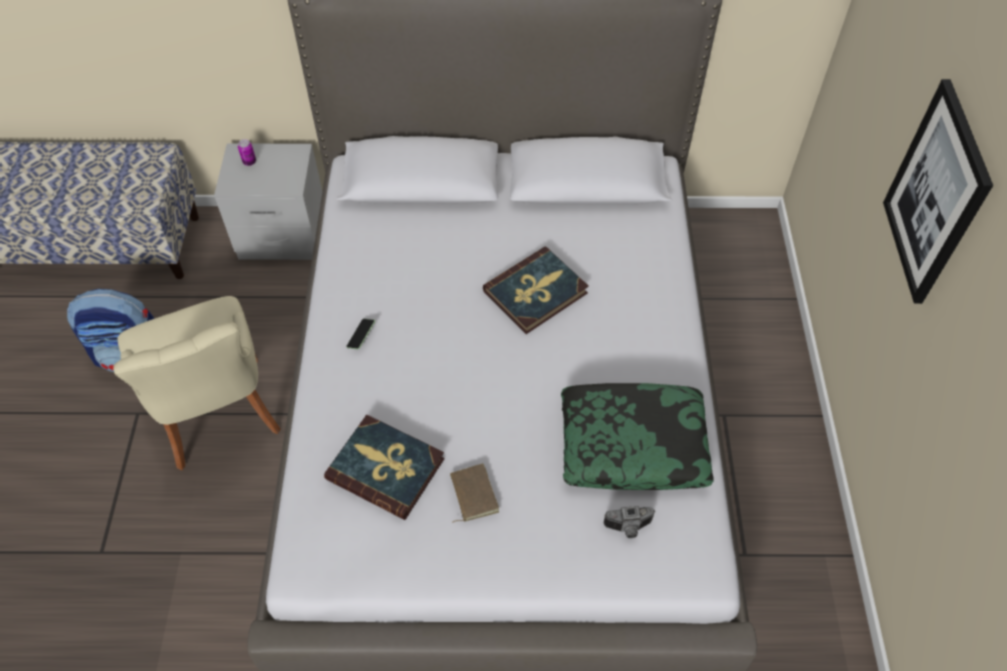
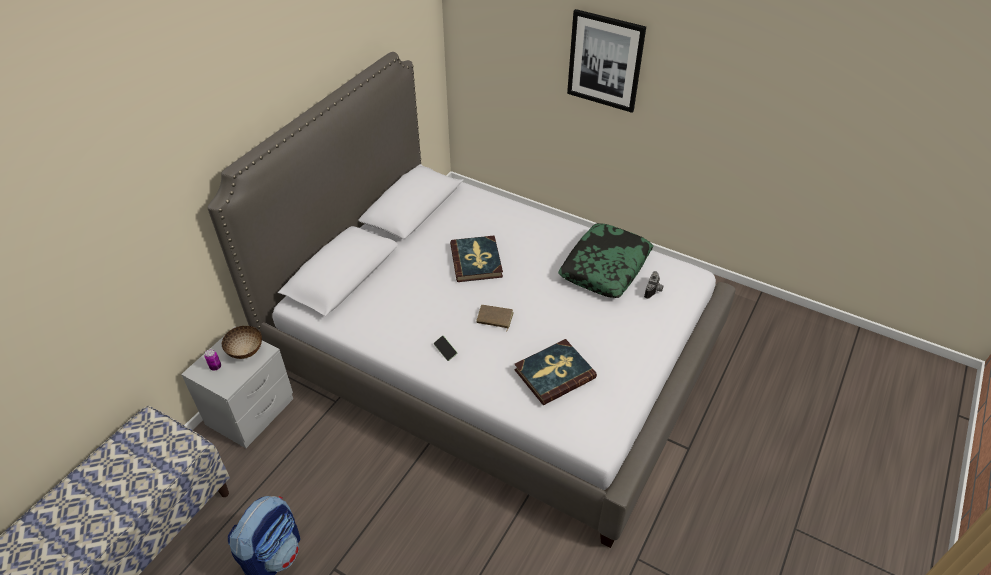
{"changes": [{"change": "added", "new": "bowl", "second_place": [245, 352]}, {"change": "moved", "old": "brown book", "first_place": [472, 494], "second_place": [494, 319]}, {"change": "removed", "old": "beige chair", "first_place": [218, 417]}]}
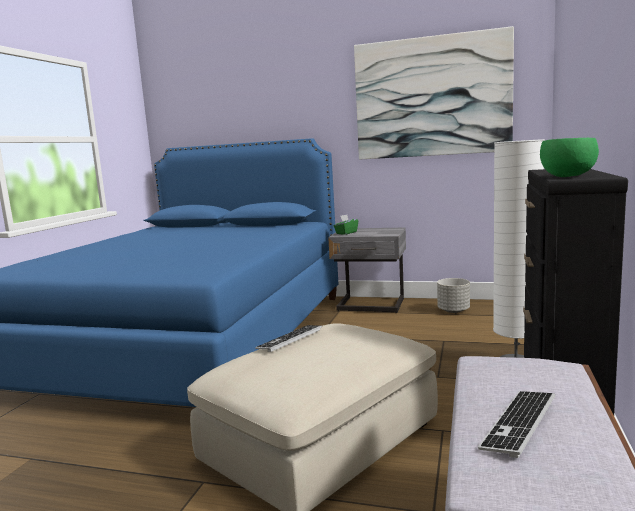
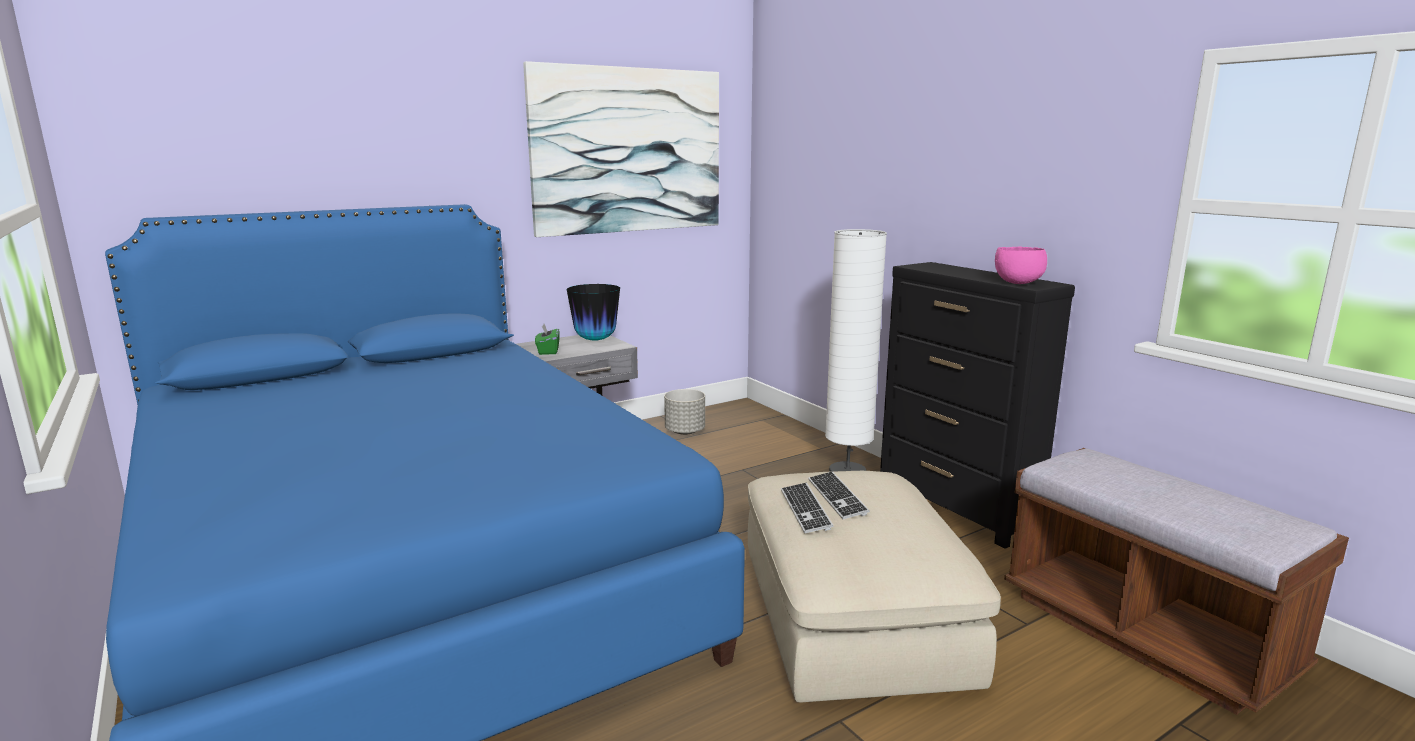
{"changes": [{"change": "added", "new": "vase", "second_place": [595, 340]}, {"change": "moved", "old": "keyboard", "first_place": [519, 423], "second_place": [837, 497]}, {"change": "recoloured", "old": "green bowl", "new": "pink bowl", "first_place": [566, 176], "second_place": [1017, 283]}]}
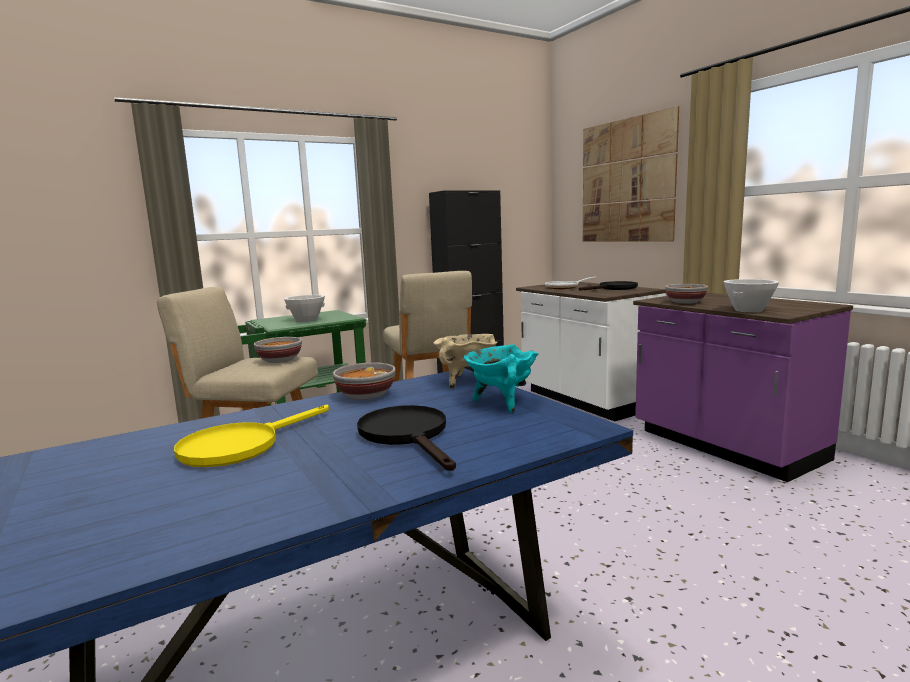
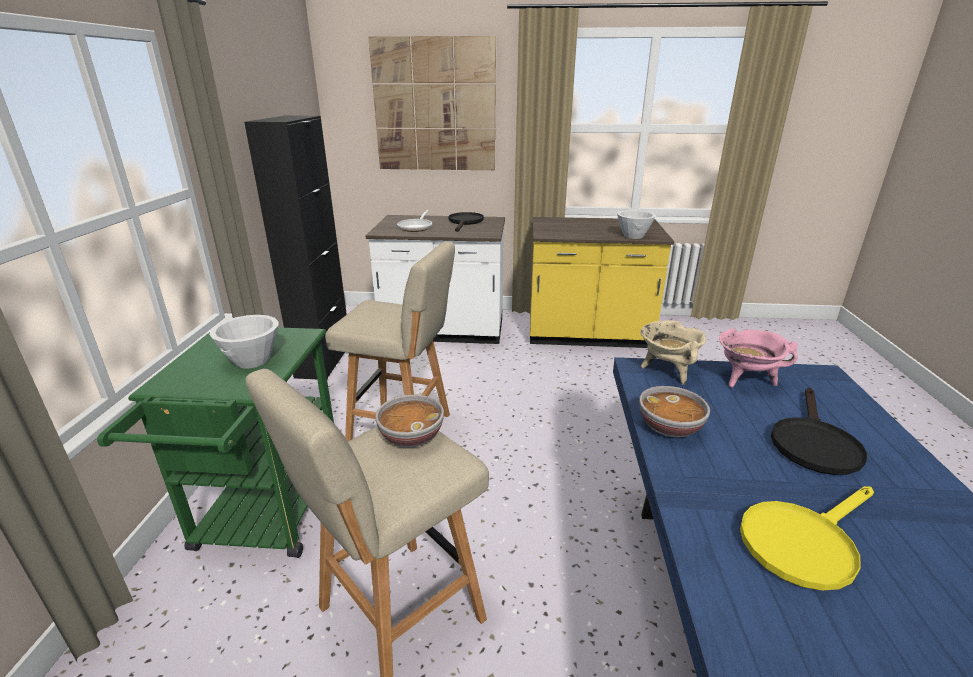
{"changes": [{"change": "recoloured", "old": "purple counter", "new": "yellow counter", "first_place": [725, 446], "second_place": [587, 335]}, {"change": "recoloured", "old": "turquoise cooking pot", "new": "pink cooking pot", "first_place": [501, 403], "second_place": [746, 380]}, {"change": "turned", "old": "yellow frying pan", "first_place": [241, 445], "second_place": [803, 541], "degrees": 75}, {"change": "turned", "old": "black frying pan", "first_place": [408, 435], "second_place": [813, 442], "degrees": -75}, {"change": "removed", "old": "bowl", "first_place": [684, 302]}]}
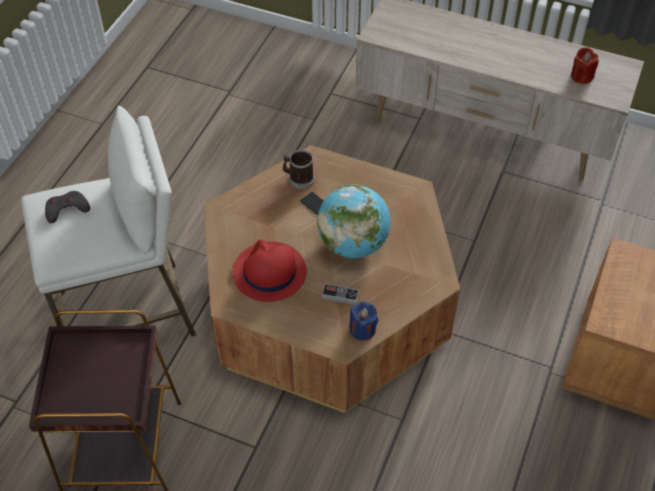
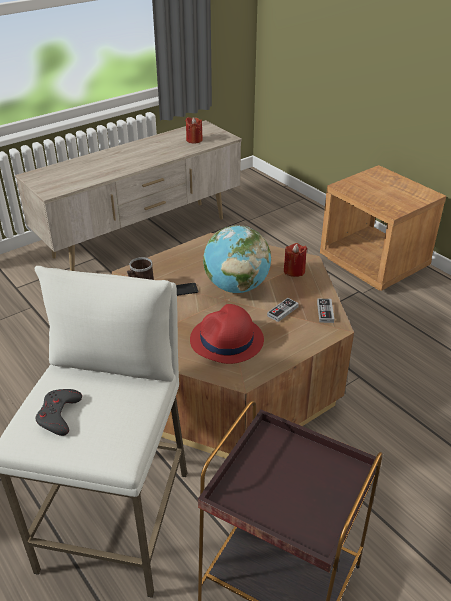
{"changes": [{"change": "added", "new": "red candle", "second_place": [294, 271]}, {"change": "replaced", "old": "blue candle", "new": "game controller", "first_place": [362, 329], "second_place": [325, 312]}]}
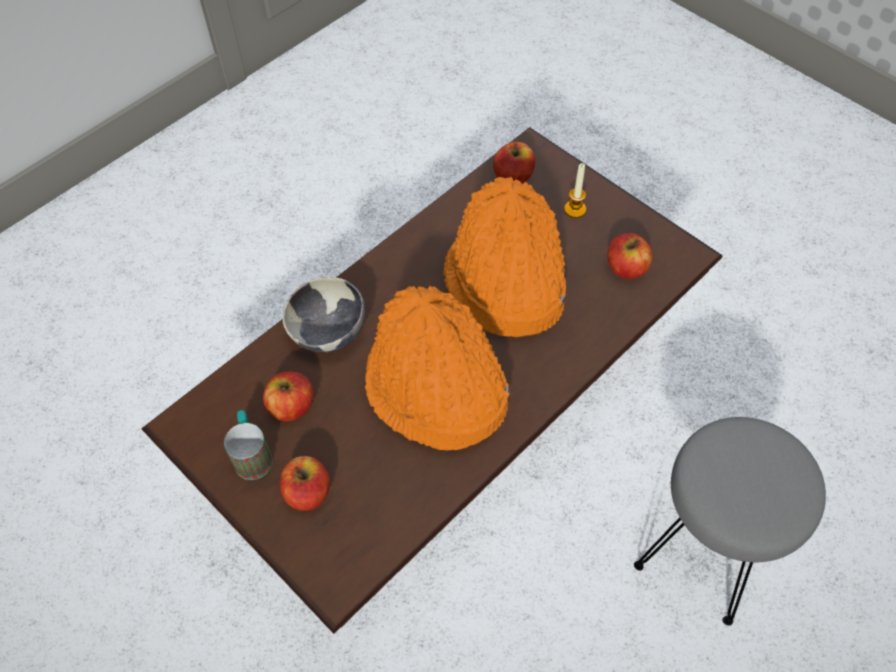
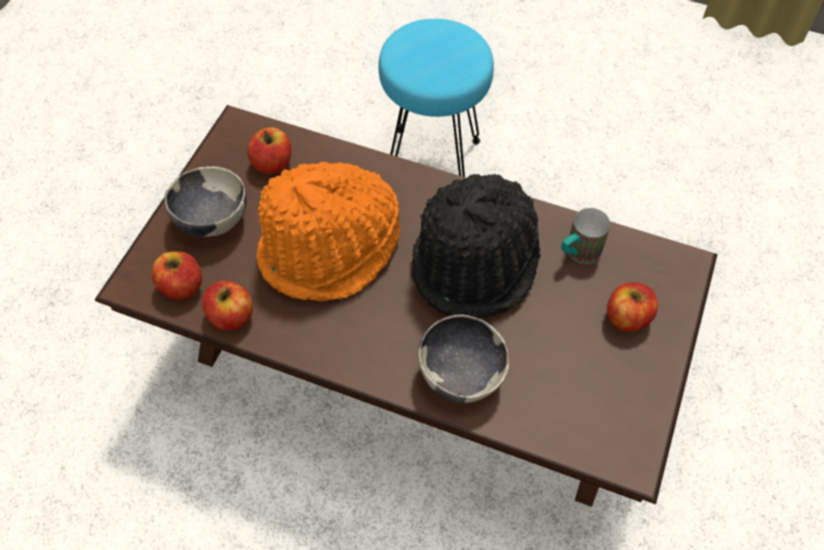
{"changes": [{"change": "replaced", "old": "candle", "new": "bowl", "first_place": [575, 209], "second_place": [211, 220]}, {"change": "moved", "old": "apple", "first_place": [291, 406], "second_place": [231, 316]}, {"change": "recoloured", "old": "grey stool", "new": "turquoise stool", "first_place": [705, 554], "second_place": [432, 163]}, {"change": "recoloured", "old": "orange hat", "new": "black hat", "first_place": [434, 391], "second_place": [476, 262]}, {"change": "moved", "old": "mug", "first_place": [252, 454], "second_place": [577, 253]}]}
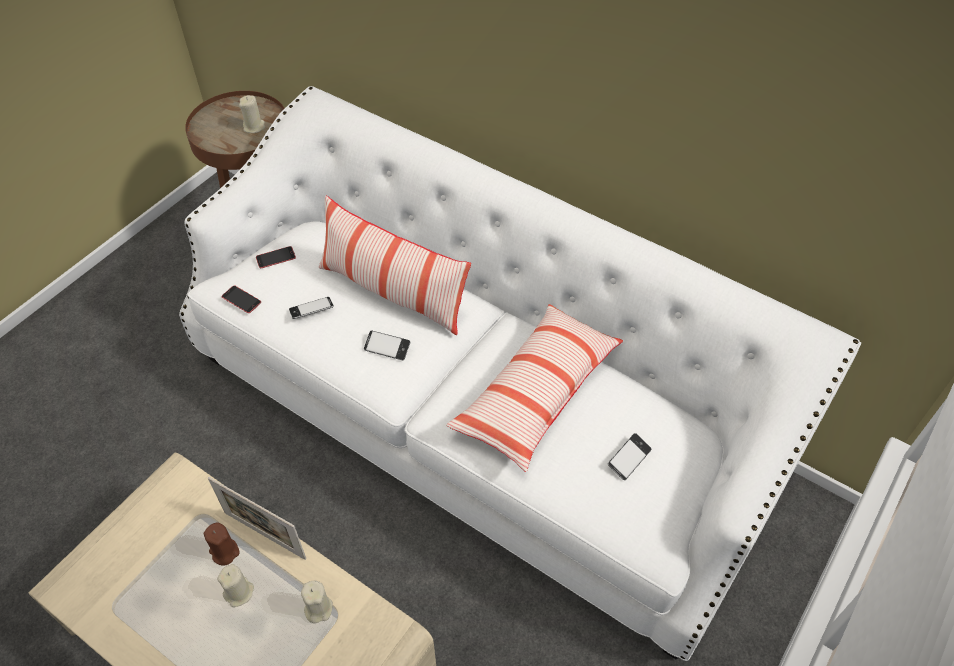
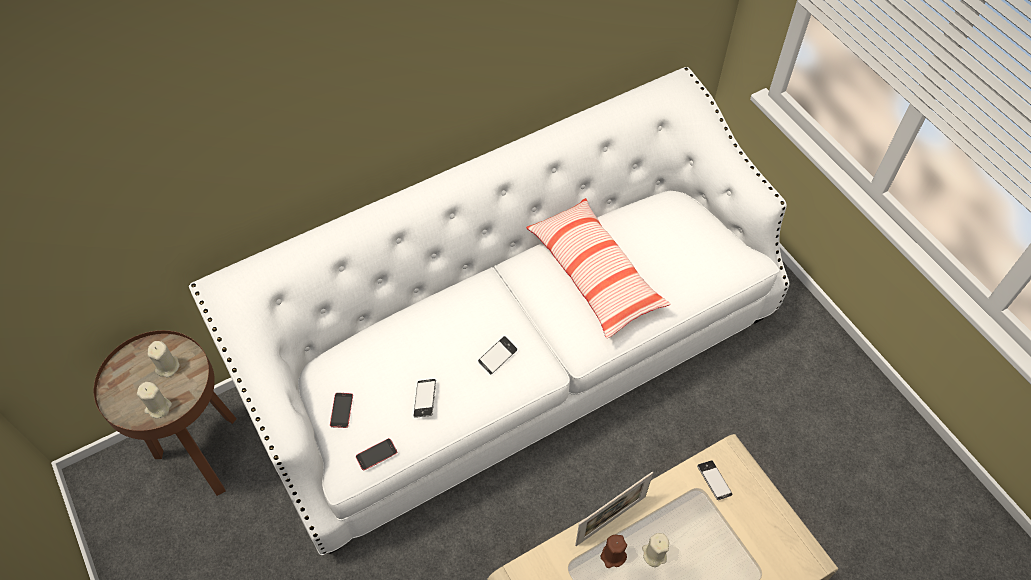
{"changes": [{"change": "moved", "old": "beige candle", "first_place": [318, 608], "second_place": [158, 407]}, {"change": "moved", "old": "phone", "first_place": [629, 459], "second_place": [714, 481]}, {"change": "removed", "old": "pillow", "first_place": [392, 292]}]}
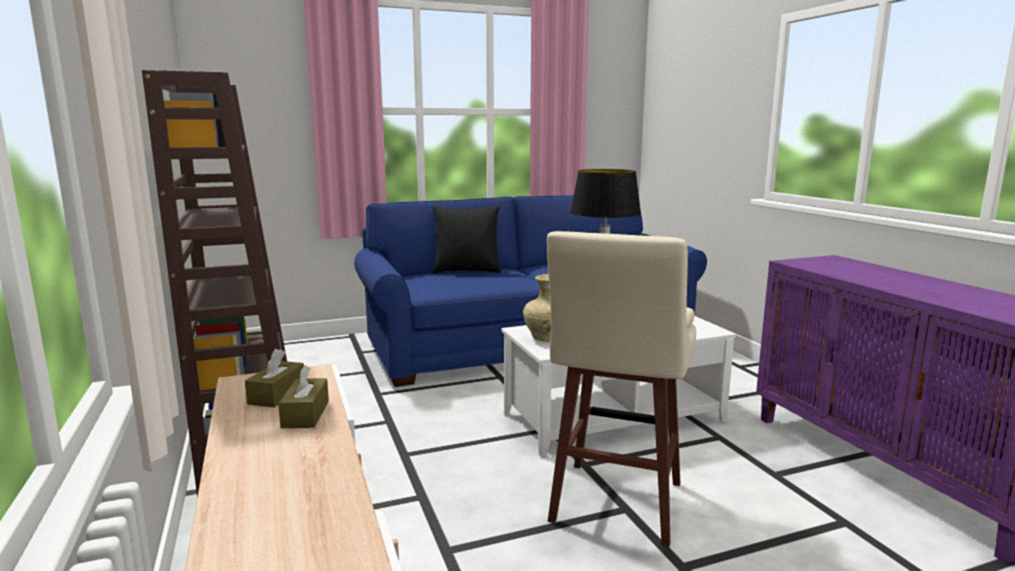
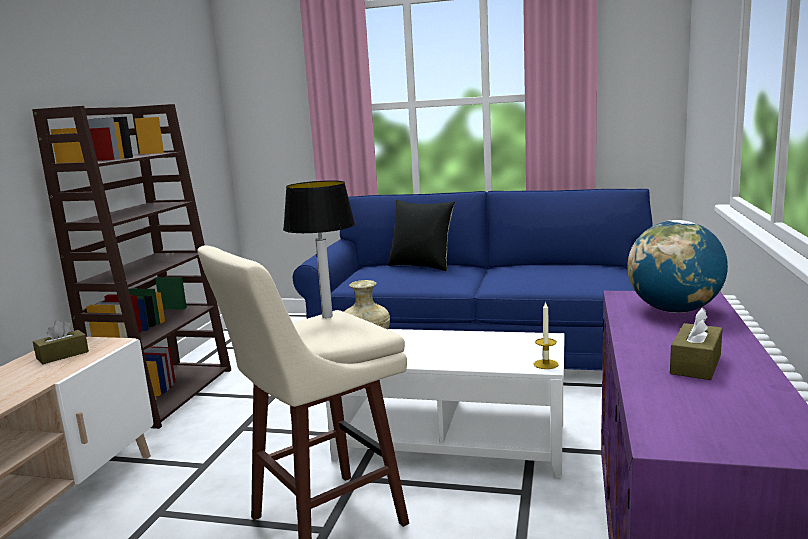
{"changes": [{"change": "added", "new": "candle", "second_place": [546, 364]}, {"change": "added", "new": "globe", "second_place": [674, 310]}, {"change": "moved", "old": "brown tissue box", "first_place": [305, 414], "second_place": [695, 364]}]}
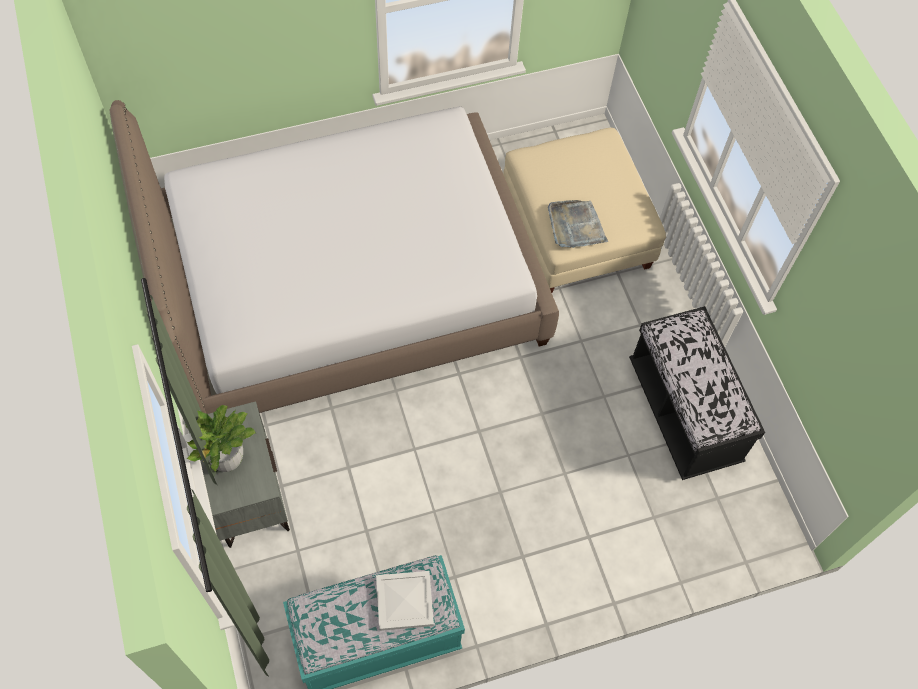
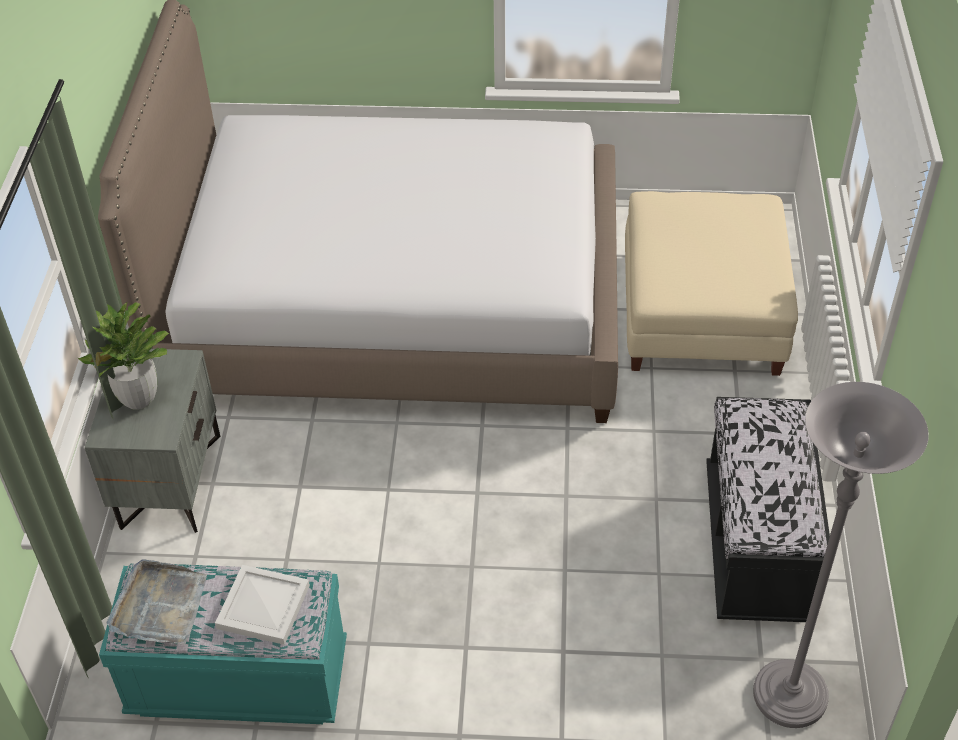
{"changes": [{"change": "moved", "old": "grey tray", "first_place": [575, 226], "second_place": [159, 606]}, {"change": "added", "new": "grey floor lamp", "second_place": [789, 696]}]}
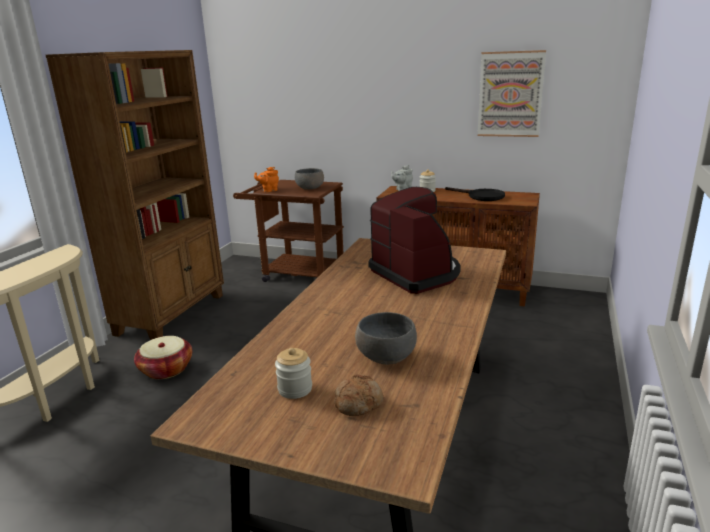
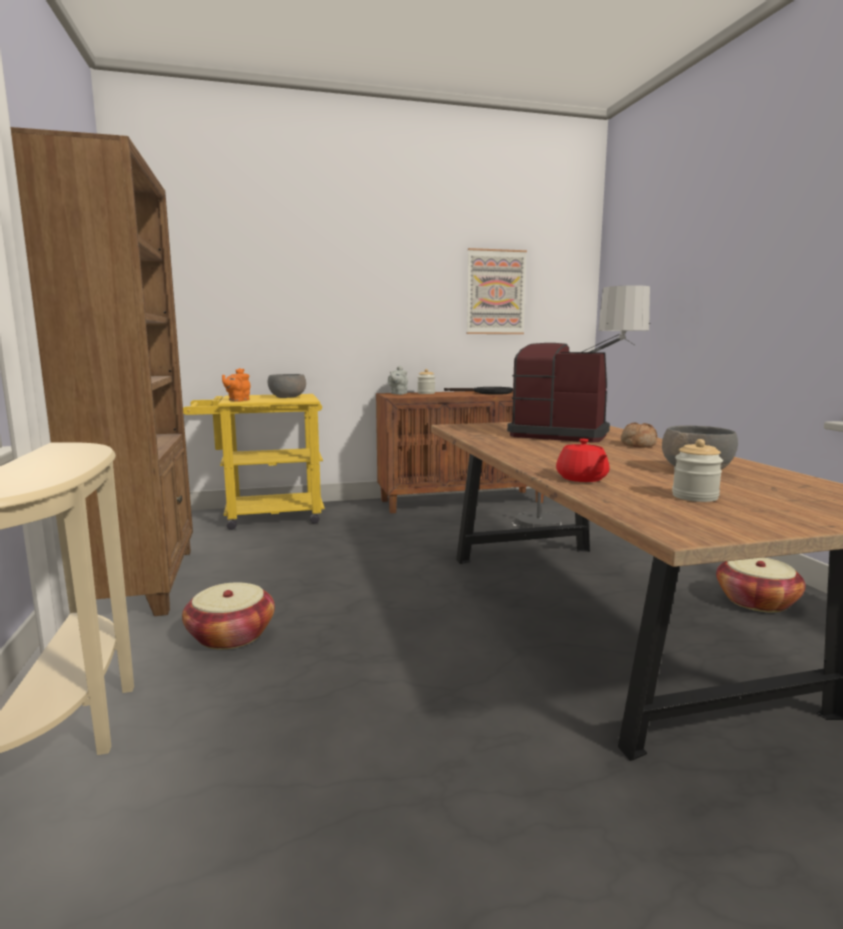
{"changes": [{"change": "recoloured", "old": "brown cart", "new": "yellow cart", "first_place": [296, 274], "second_place": [263, 516]}, {"change": "added", "new": "floor lamp", "second_place": [572, 523]}, {"change": "added", "new": "red teapot", "second_place": [582, 479]}, {"change": "moved", "old": "bread", "first_place": [358, 403], "second_place": [637, 444]}, {"change": "added", "new": "basket", "second_place": [756, 601]}]}
